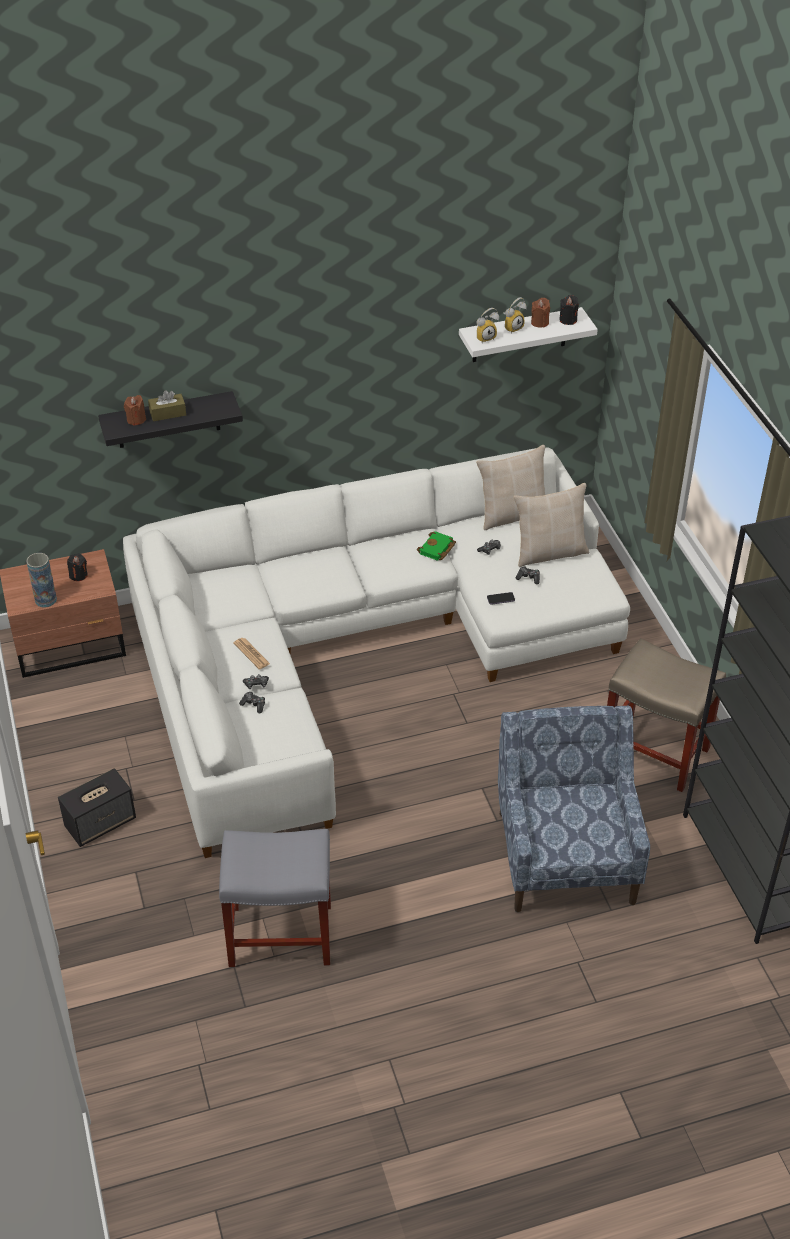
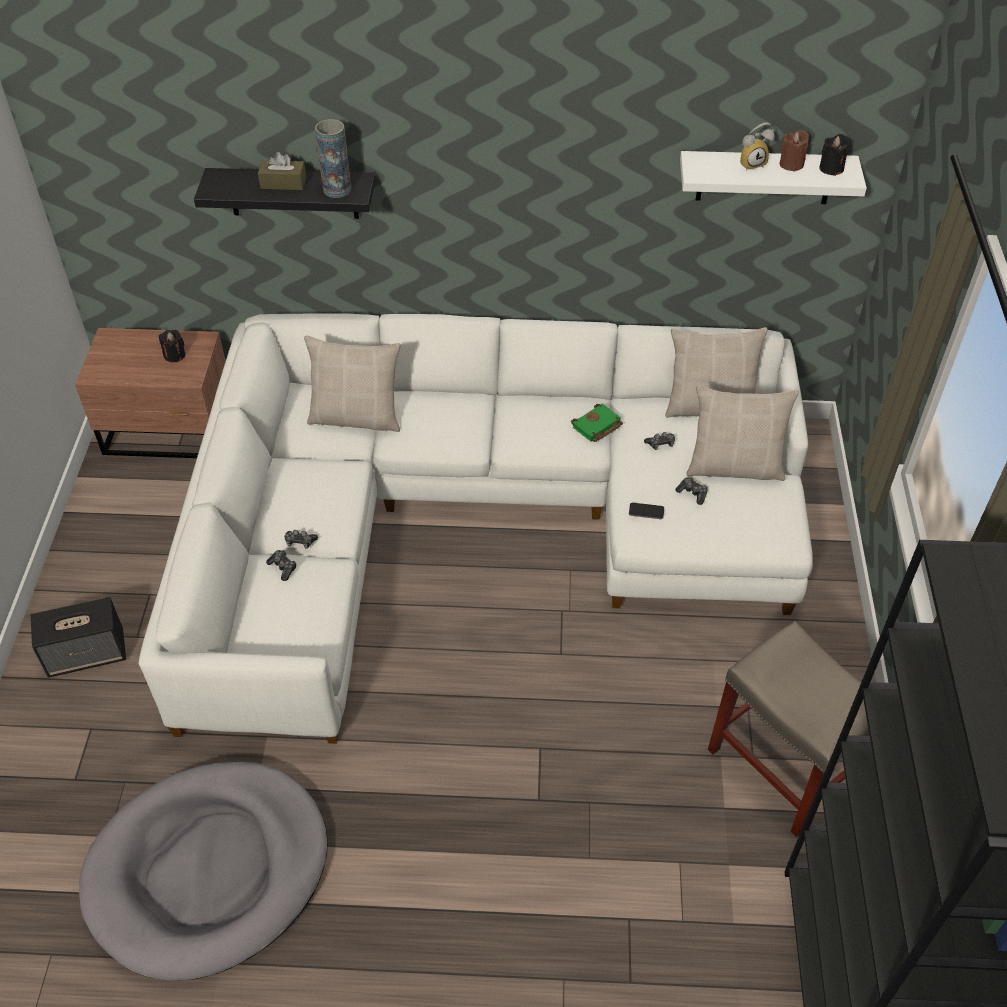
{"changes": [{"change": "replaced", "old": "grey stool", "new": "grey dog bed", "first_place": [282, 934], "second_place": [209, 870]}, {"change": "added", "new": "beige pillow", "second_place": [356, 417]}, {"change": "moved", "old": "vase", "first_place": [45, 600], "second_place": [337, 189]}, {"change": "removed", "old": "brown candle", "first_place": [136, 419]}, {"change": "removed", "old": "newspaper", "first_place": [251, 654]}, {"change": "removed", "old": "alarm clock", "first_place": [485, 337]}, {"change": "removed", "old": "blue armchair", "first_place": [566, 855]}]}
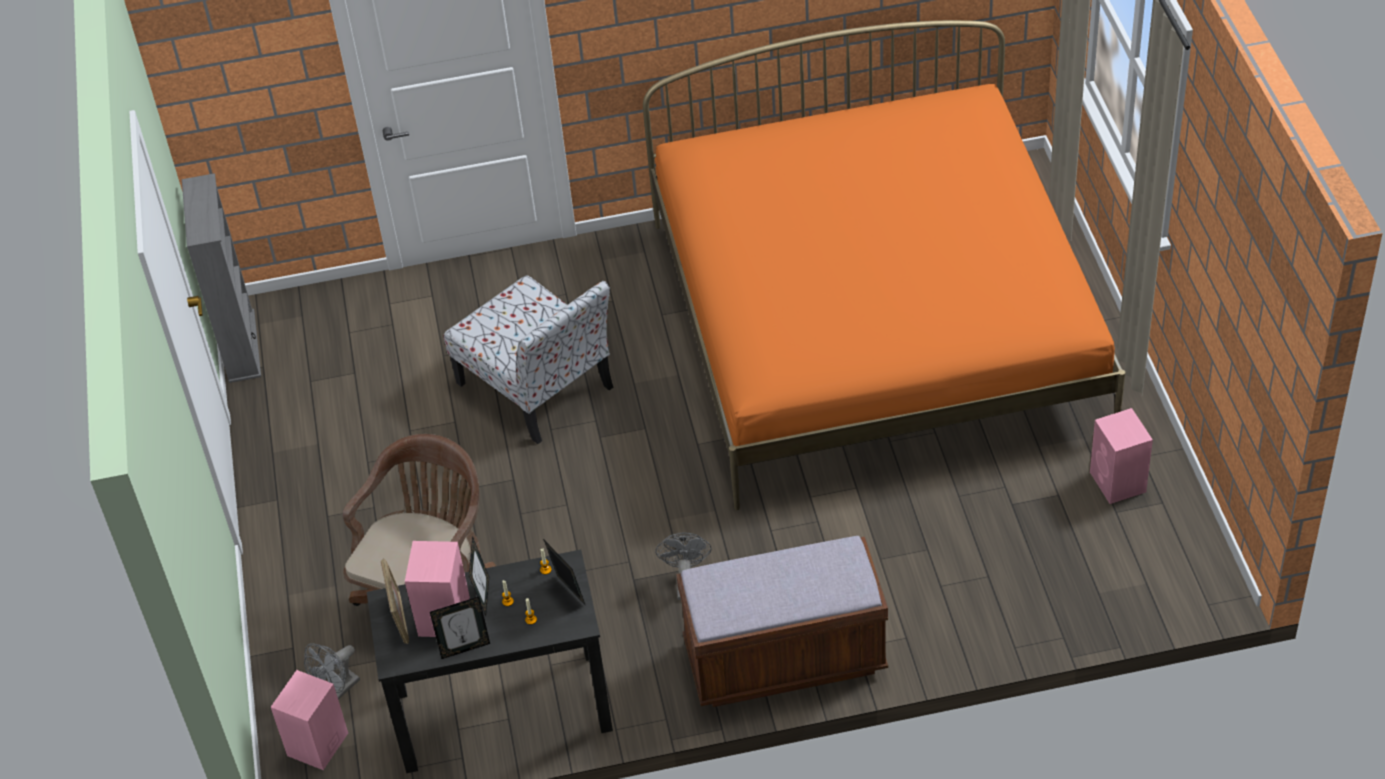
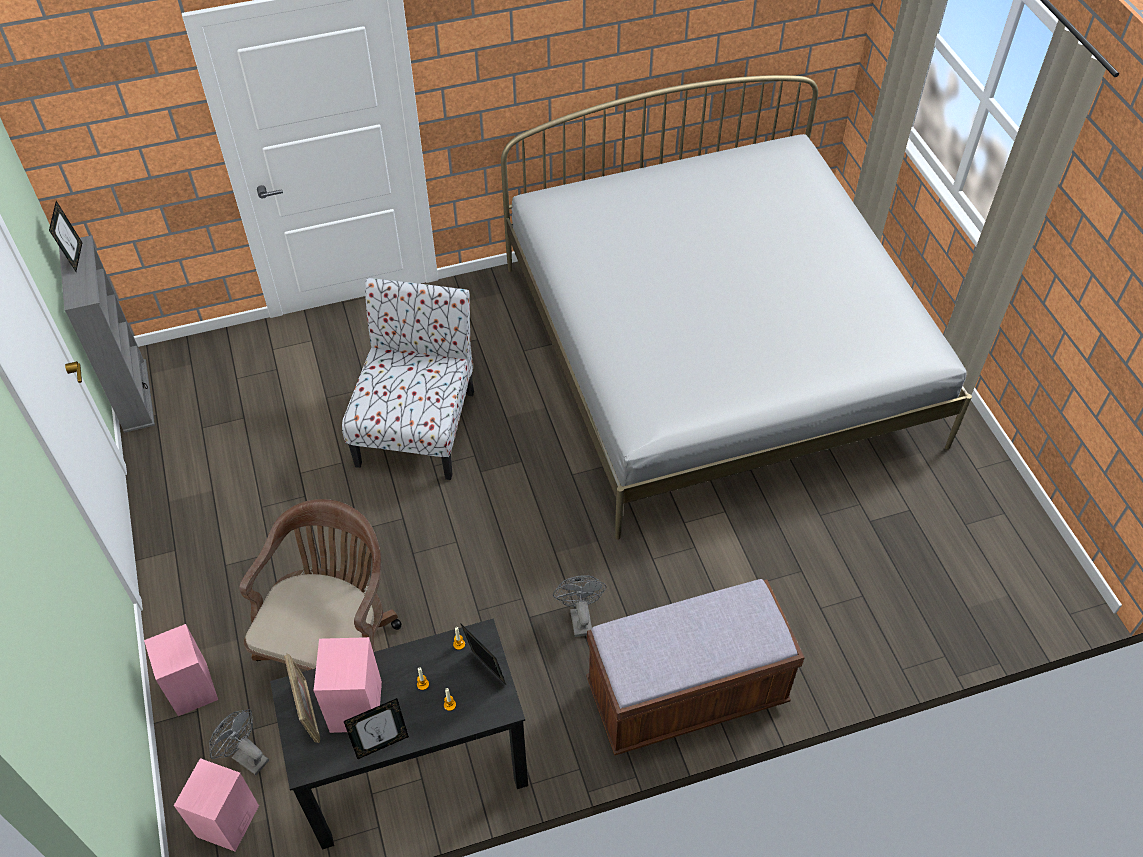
{"changes": [{"change": "moved", "old": "picture frame", "first_place": [483, 596], "second_place": [75, 257]}, {"change": "moved", "old": "pink speaker", "first_place": [1118, 483], "second_place": [192, 690]}, {"change": "turned", "old": "grey fan", "first_place": [338, 690], "second_place": [246, 756], "degrees": 90}, {"change": "turned", "old": "chair", "first_place": [538, 387], "second_place": [417, 425], "degrees": -120}, {"change": "recoloured", "old": "orange bed", "new": "white bed", "first_place": [875, 325], "second_place": [715, 353]}]}
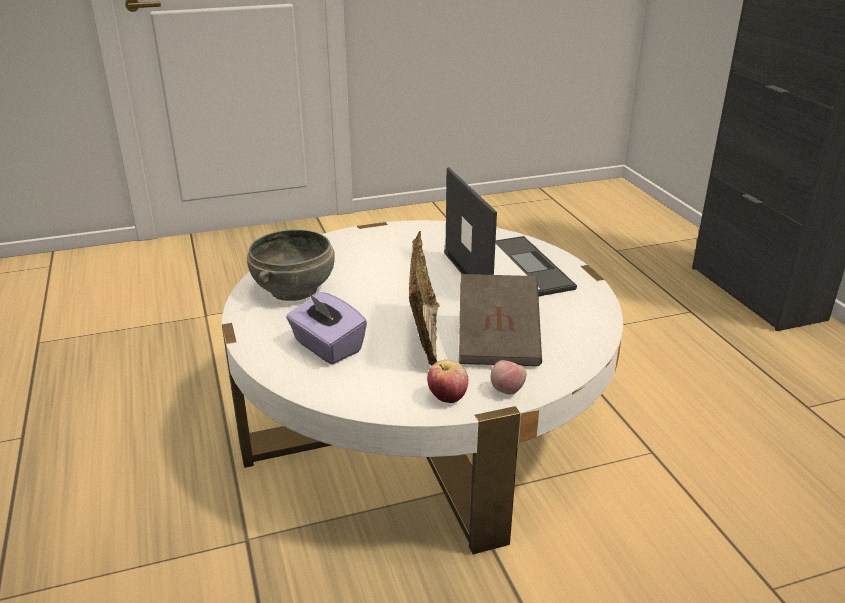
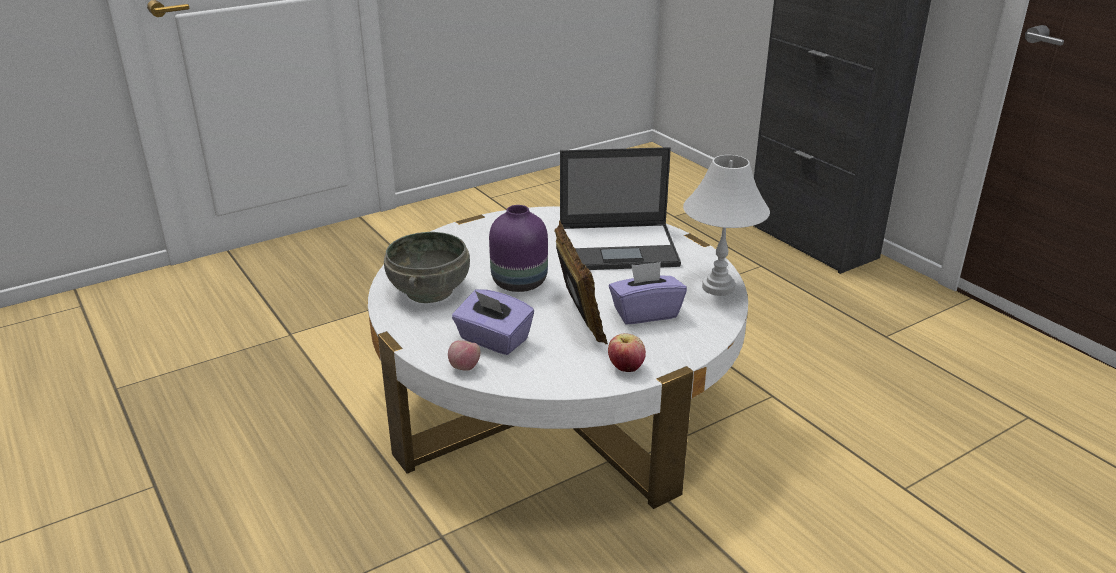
{"changes": [{"change": "moved", "old": "apple", "first_place": [507, 390], "second_place": [464, 367]}, {"change": "added", "new": "purple vase", "second_place": [521, 282]}, {"change": "turned", "old": "laptop", "first_place": [505, 270], "second_place": [619, 247], "degrees": 120}, {"change": "replaced", "old": "brown book", "new": "purple tissue box", "first_place": [498, 341], "second_place": [645, 313]}, {"change": "added", "new": "white table lamp", "second_place": [717, 287]}]}
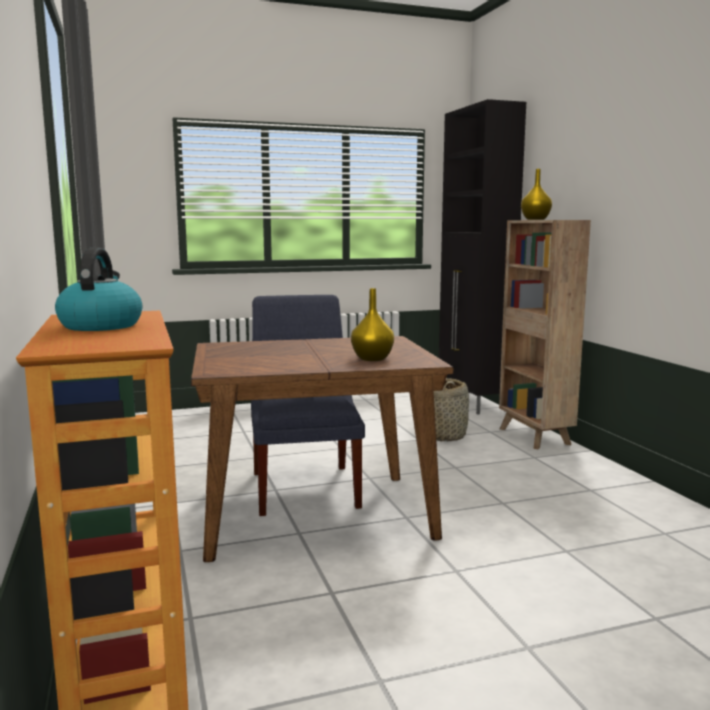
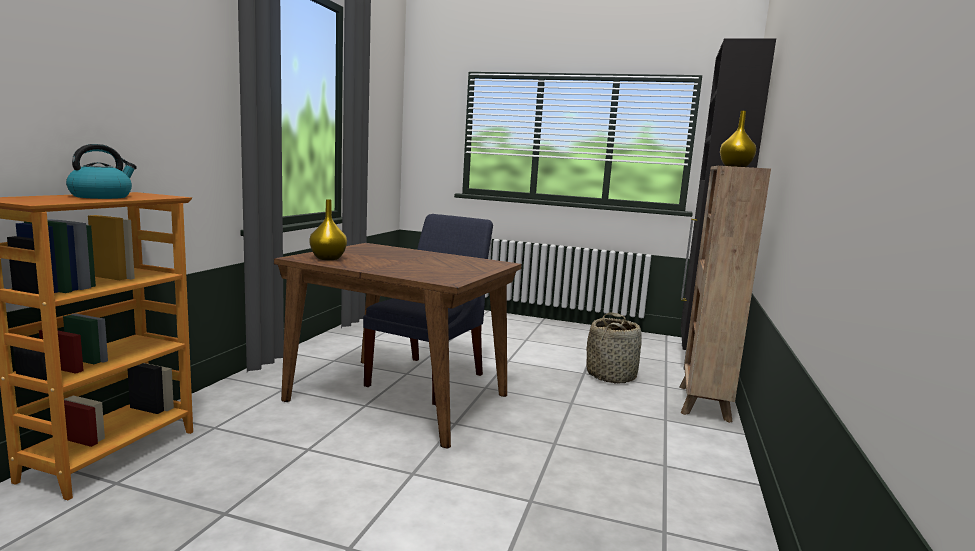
{"changes": [{"change": "moved", "old": "yellow vase", "first_place": [373, 359], "second_place": [329, 258]}]}
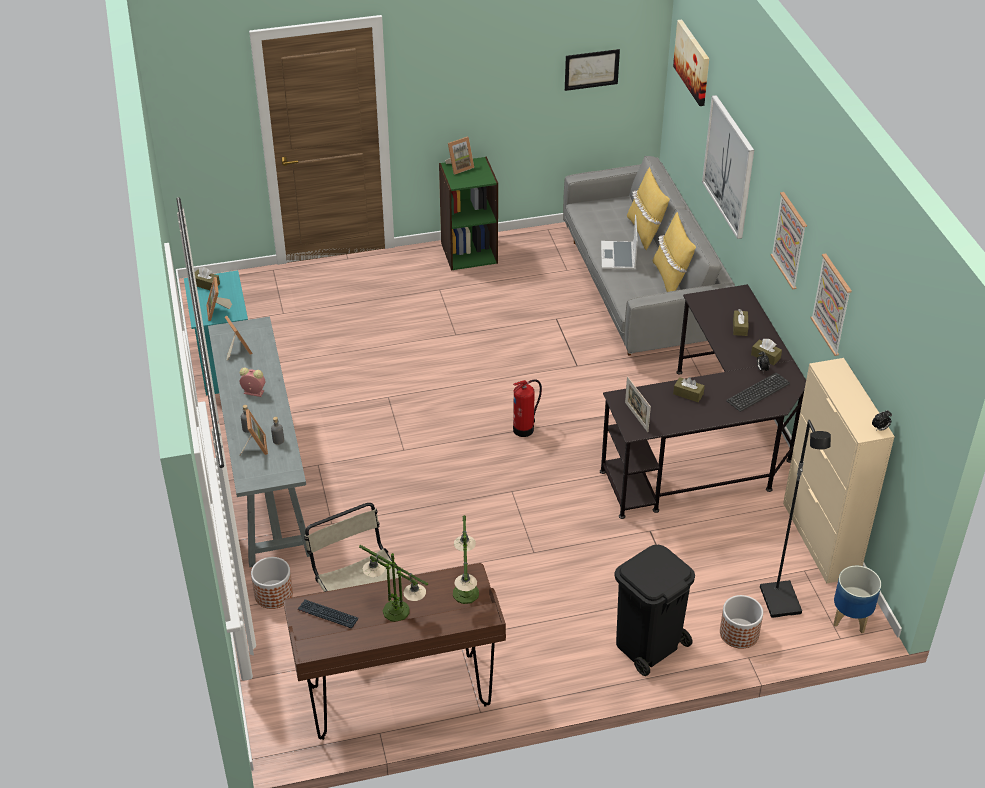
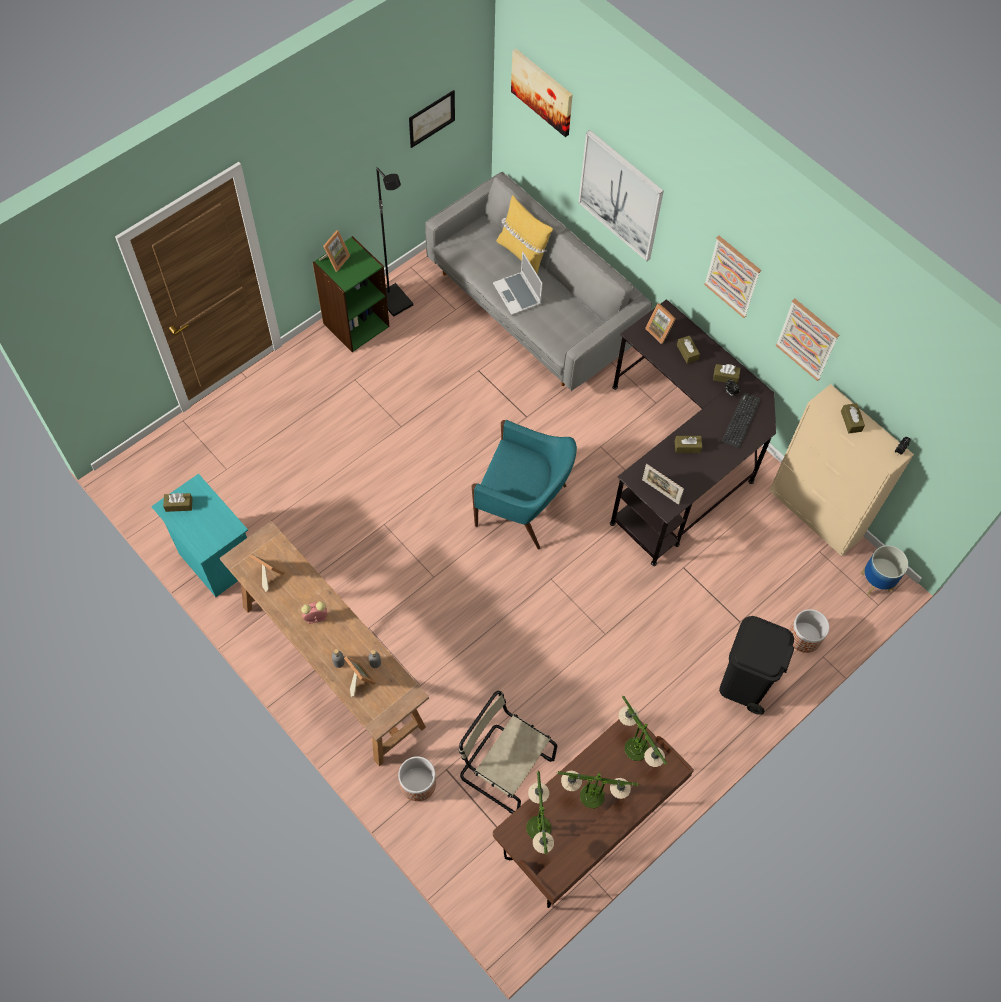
{"changes": [{"change": "recoloured", "old": "grey console table", "new": "brown console table", "first_place": [265, 478], "second_place": [331, 665]}, {"change": "moved", "old": "black floor lamp", "first_place": [781, 601], "second_place": [395, 301]}, {"change": "replaced", "old": "fire extinguisher", "new": "turquoise armchair", "first_place": [525, 429], "second_place": [523, 506]}, {"change": "replaced", "old": "keyboard", "new": "table lamp", "first_place": [328, 614], "second_place": [538, 828]}, {"change": "moved", "old": "picture frame", "first_place": [218, 312], "second_place": [660, 331]}, {"change": "added", "new": "brown tissue box", "second_place": [851, 421]}, {"change": "removed", "old": "yellow pillow", "first_place": [671, 278]}]}
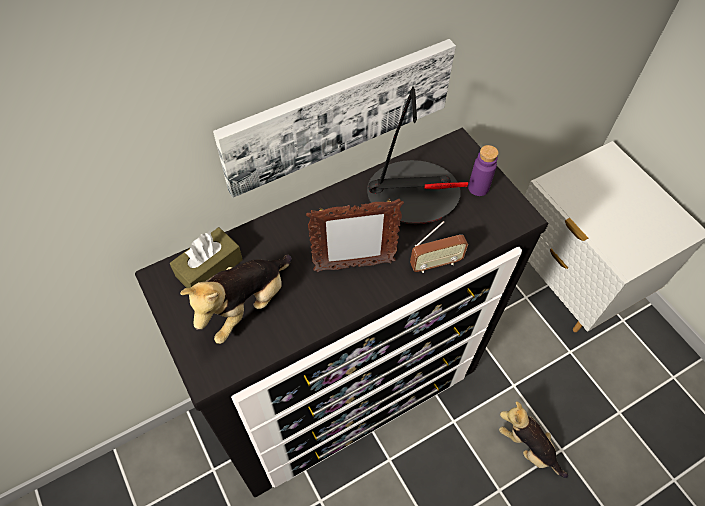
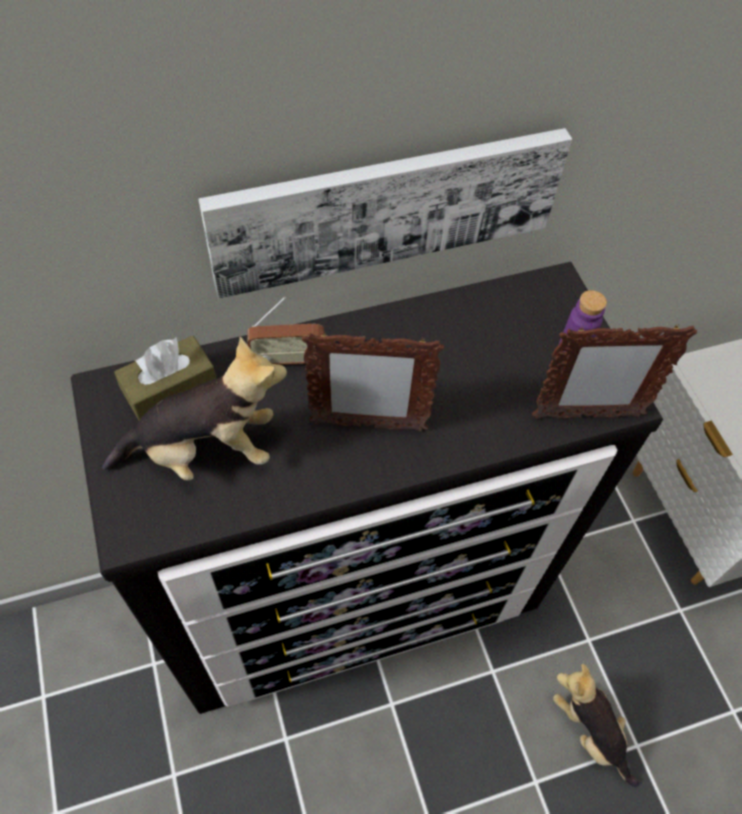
{"changes": [{"change": "turned", "old": "plush toy", "first_place": [246, 306], "second_place": [205, 450], "degrees": -150}, {"change": "moved", "old": "radio", "first_place": [435, 263], "second_place": [288, 361]}, {"change": "added", "new": "picture frame", "second_place": [586, 416]}, {"change": "removed", "old": "table lamp", "first_place": [413, 194]}]}
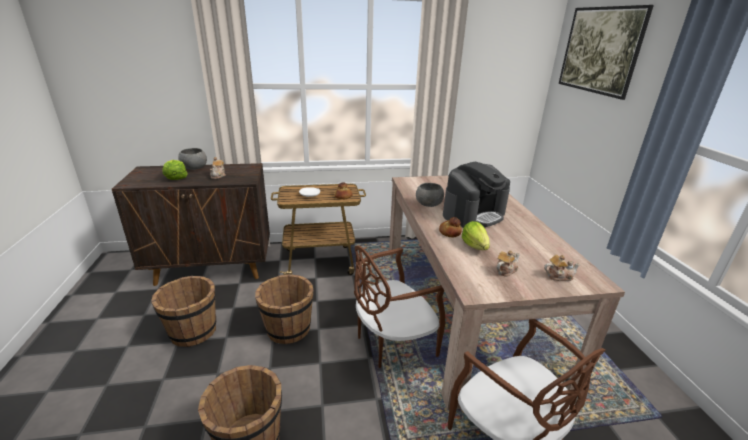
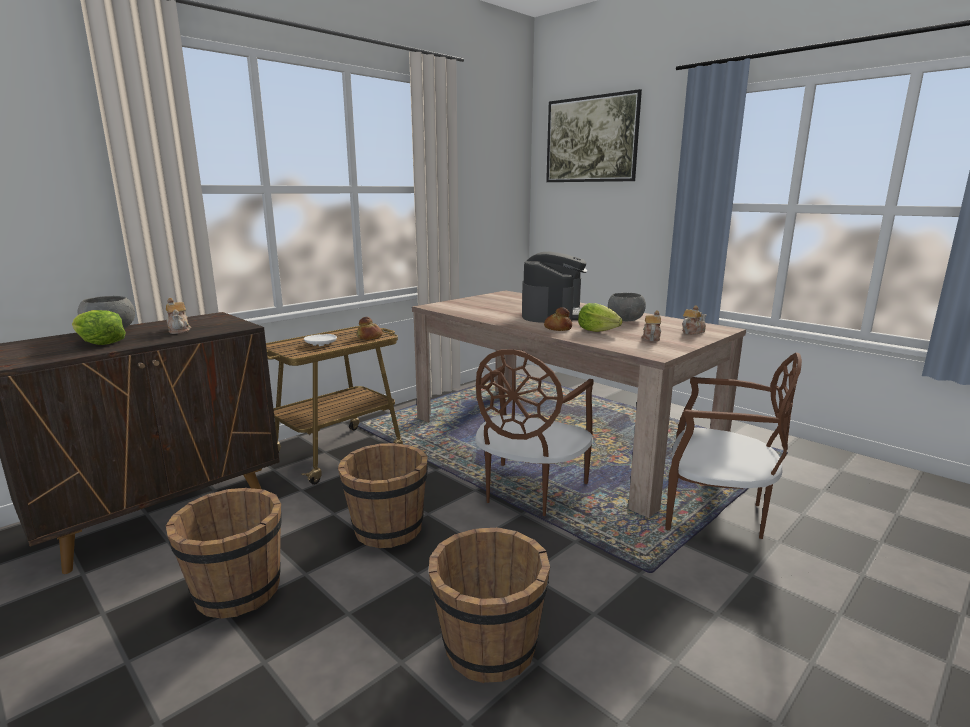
{"changes": [{"change": "moved", "old": "grey bowl", "first_place": [429, 204], "second_place": [625, 320]}]}
